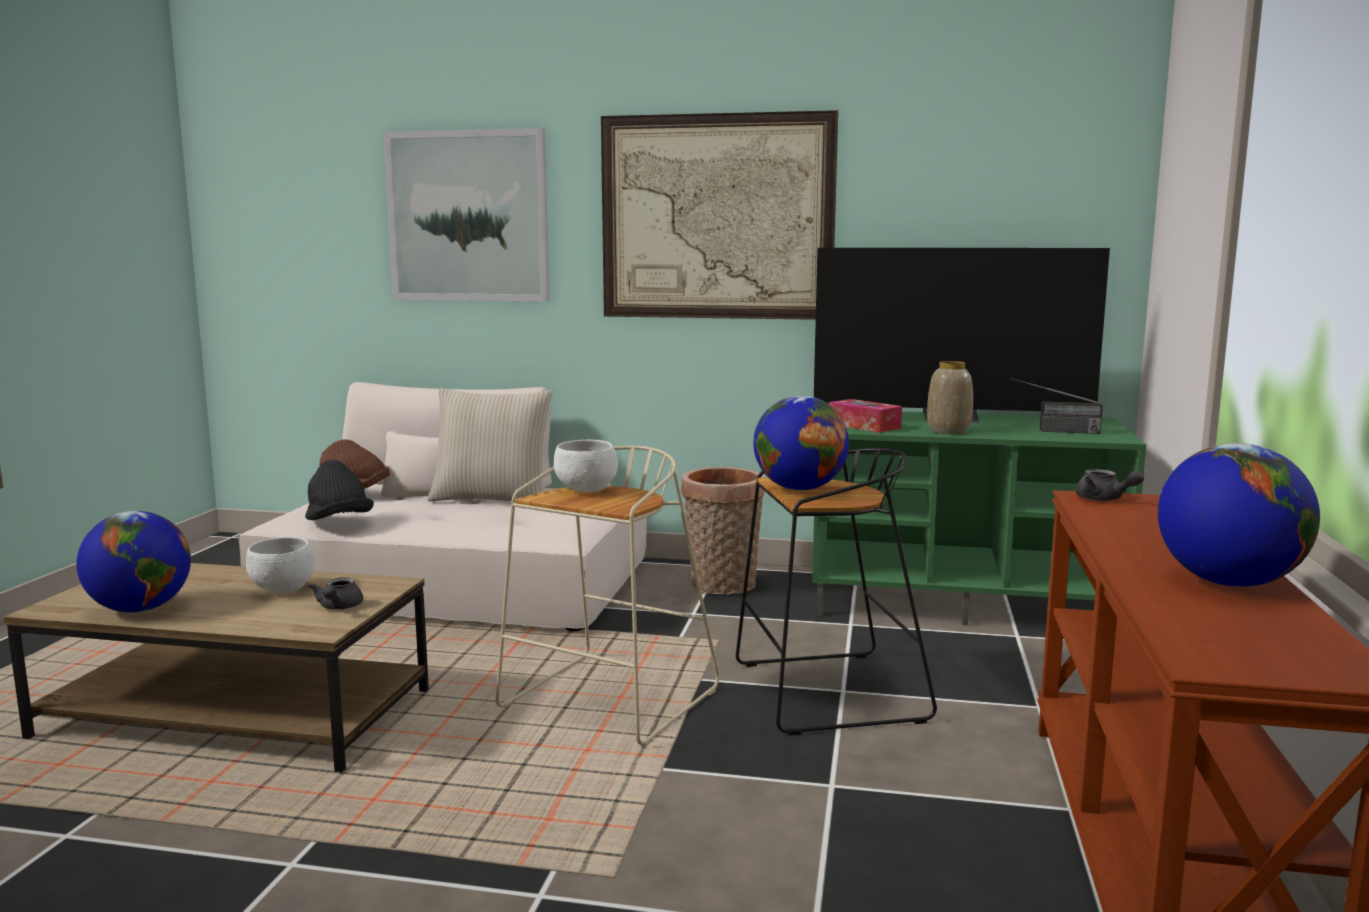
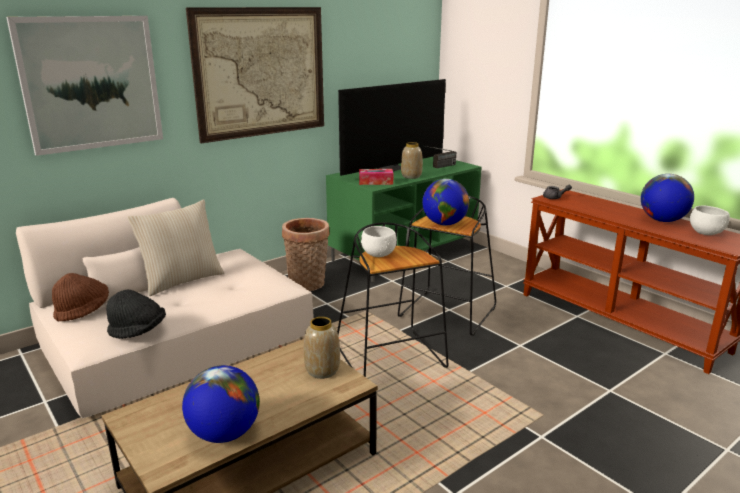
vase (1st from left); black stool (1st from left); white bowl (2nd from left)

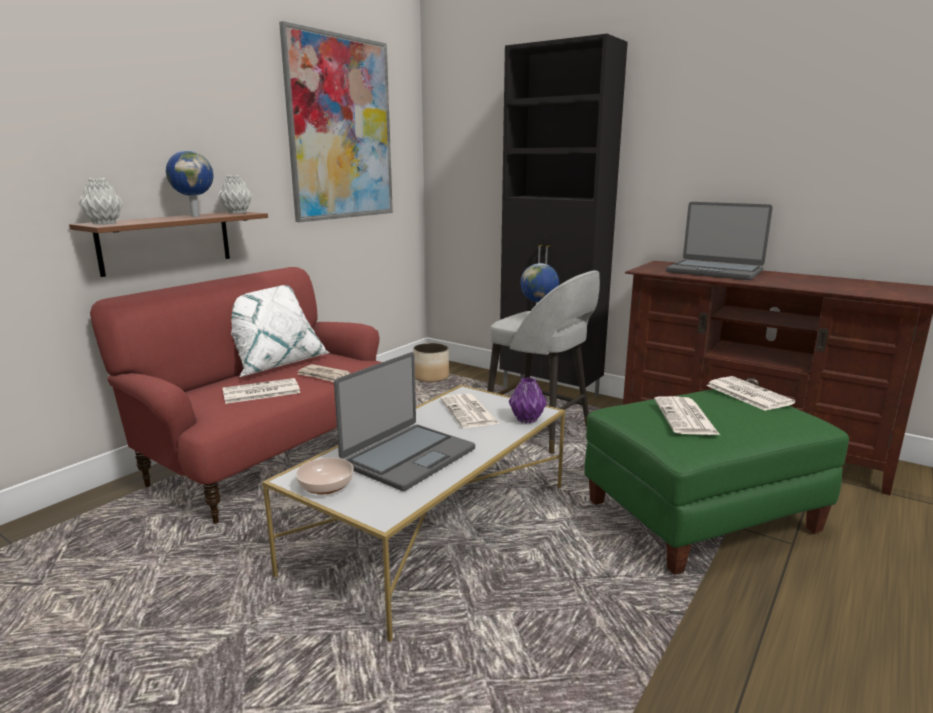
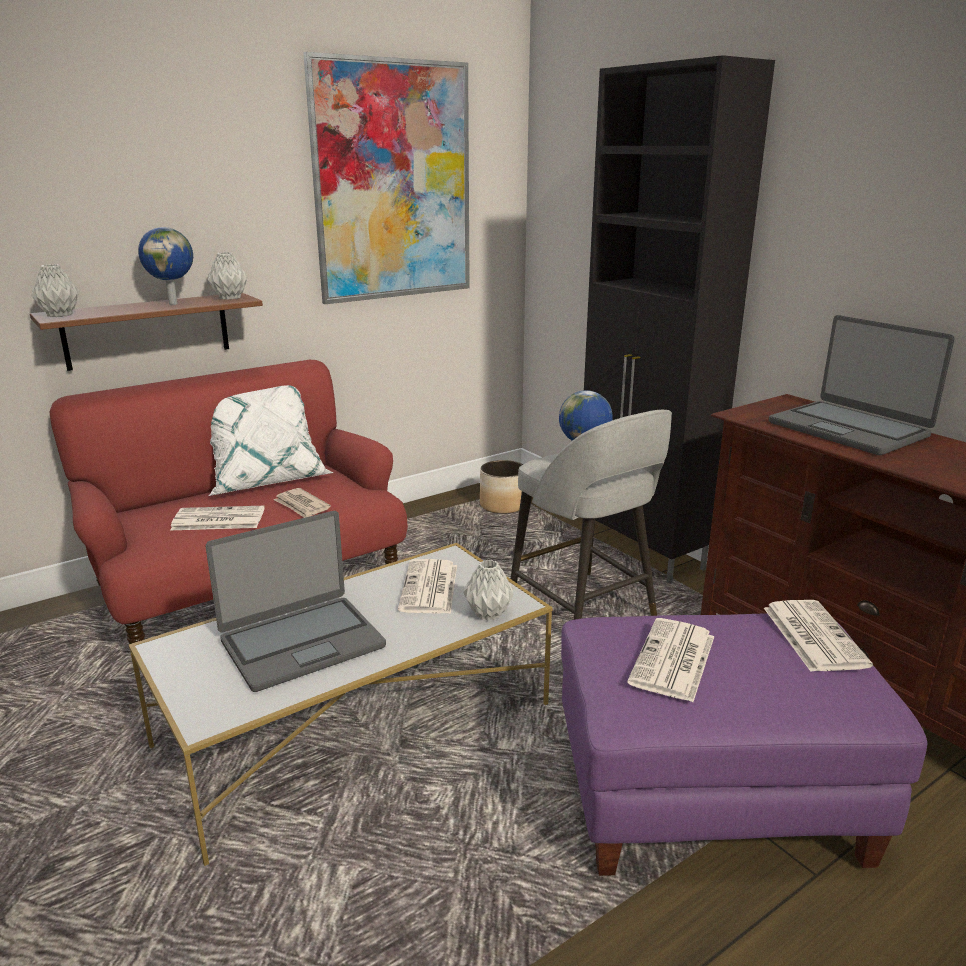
grey vase (3rd from left); purple ottoman; bowl

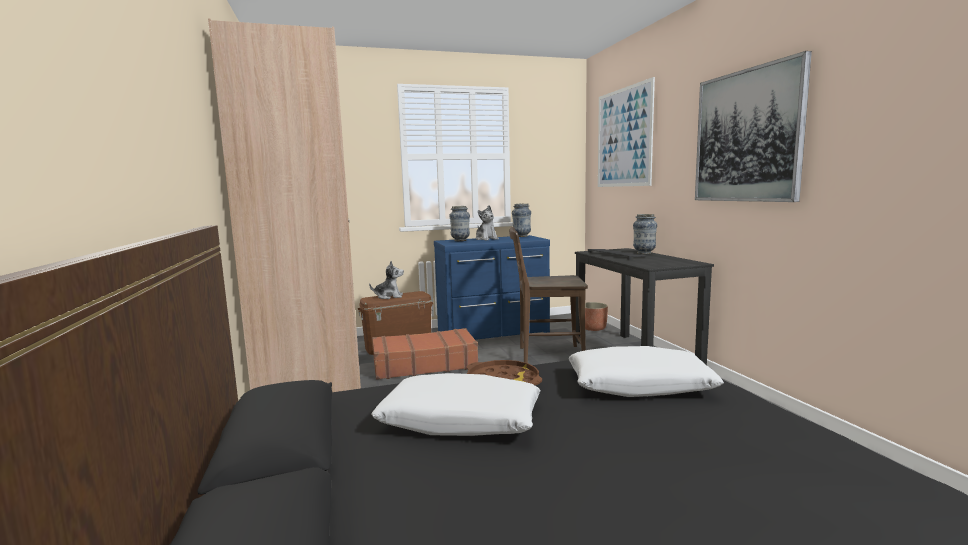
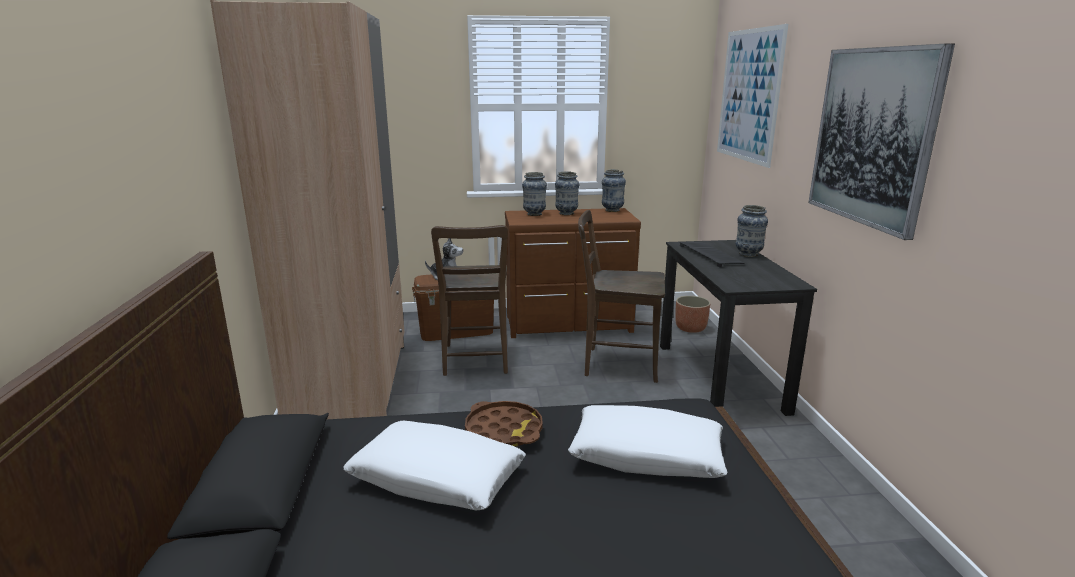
brown chair (1st from left); brown dresser; vase (2nd from left)

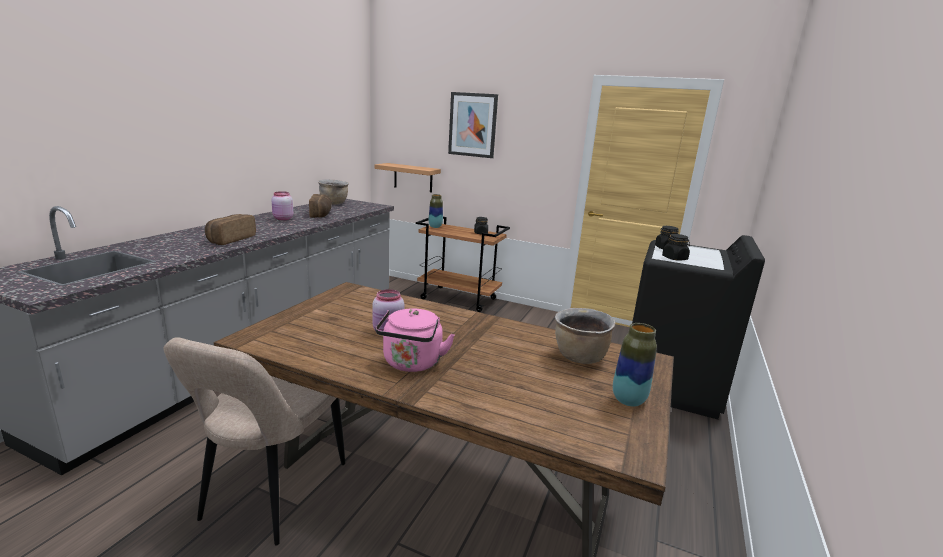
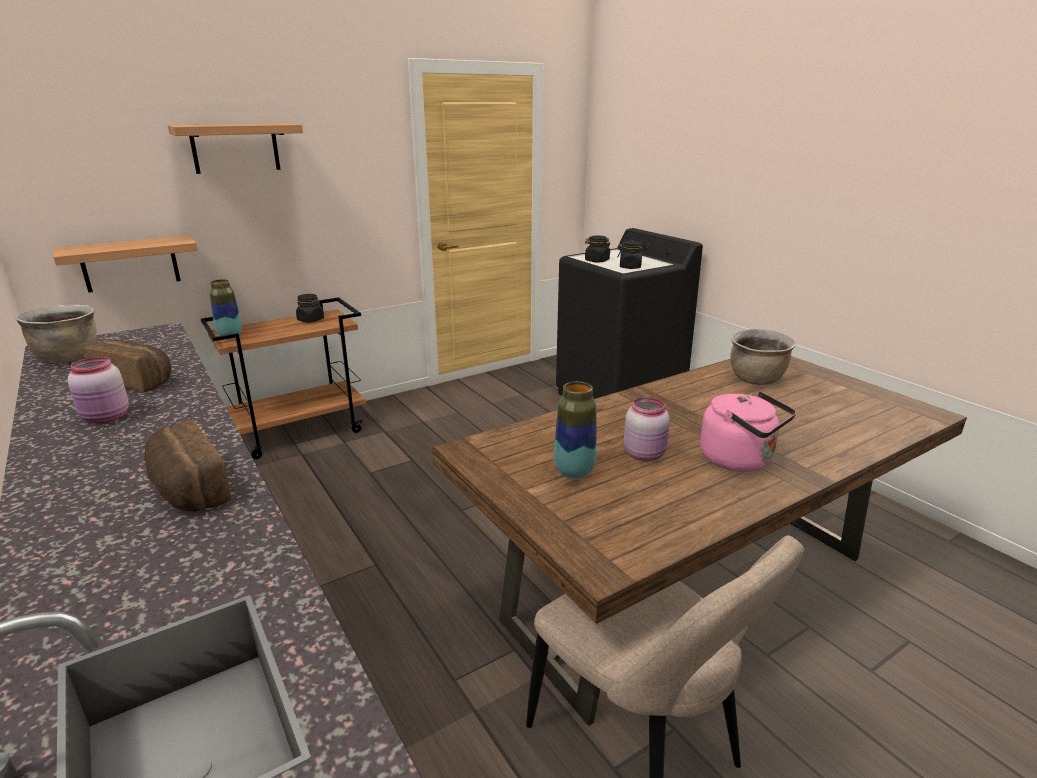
shelf (2nd from left); vase (2nd from left)

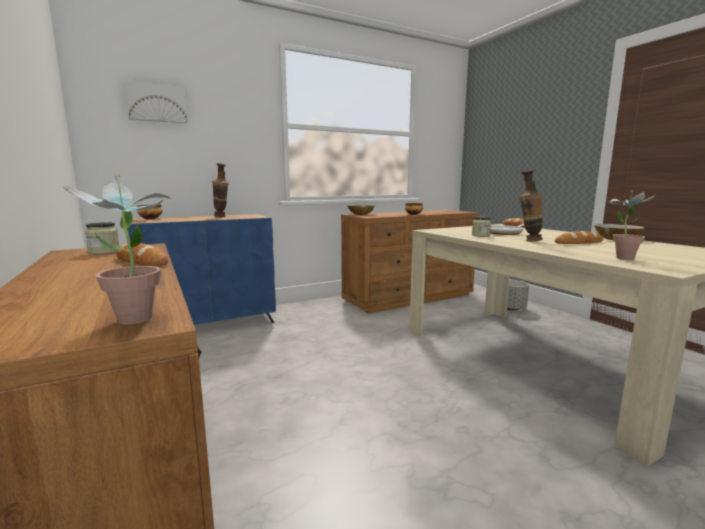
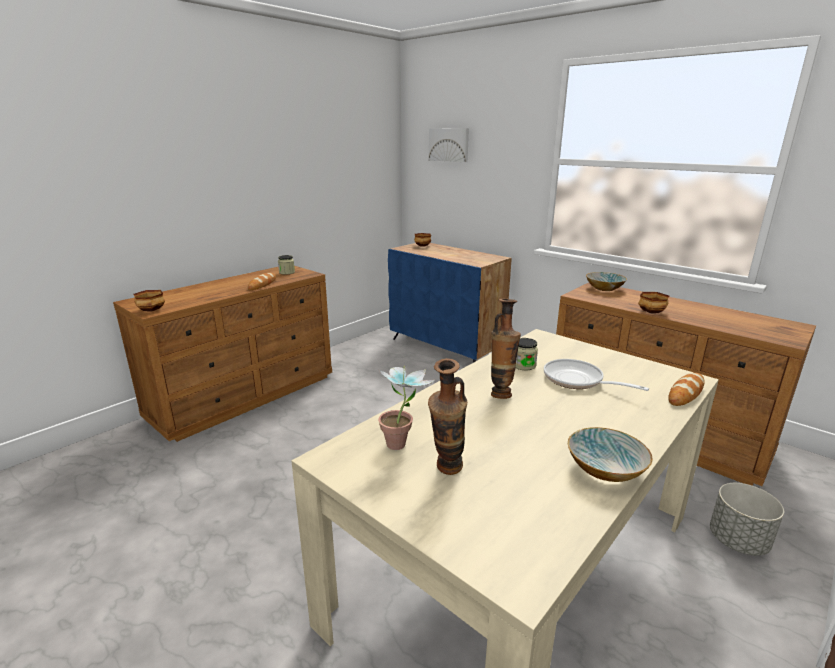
bowl (1st from left); vase (1st from left); bread (3rd from left in the first image)

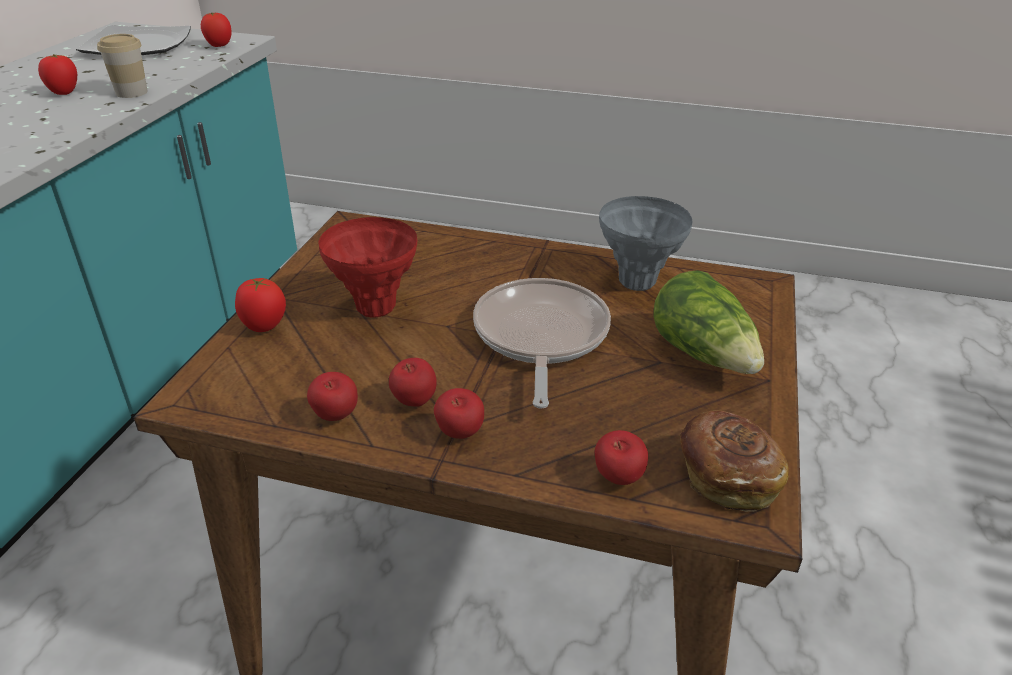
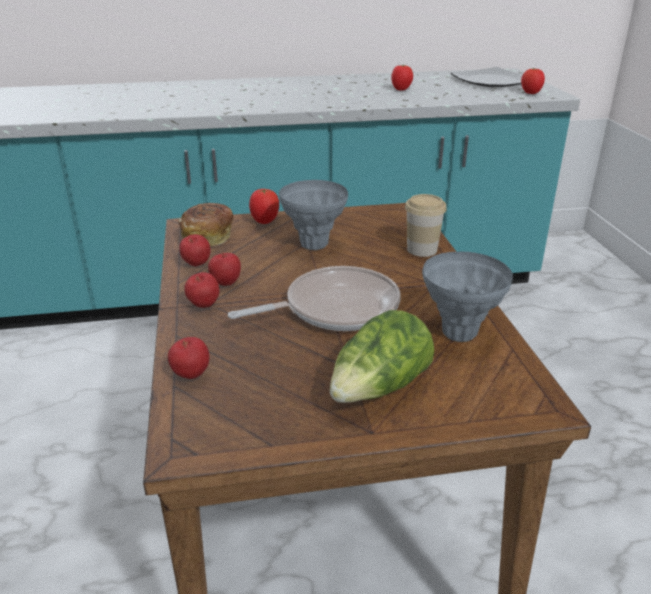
bread; grey vase (1st from left); cup

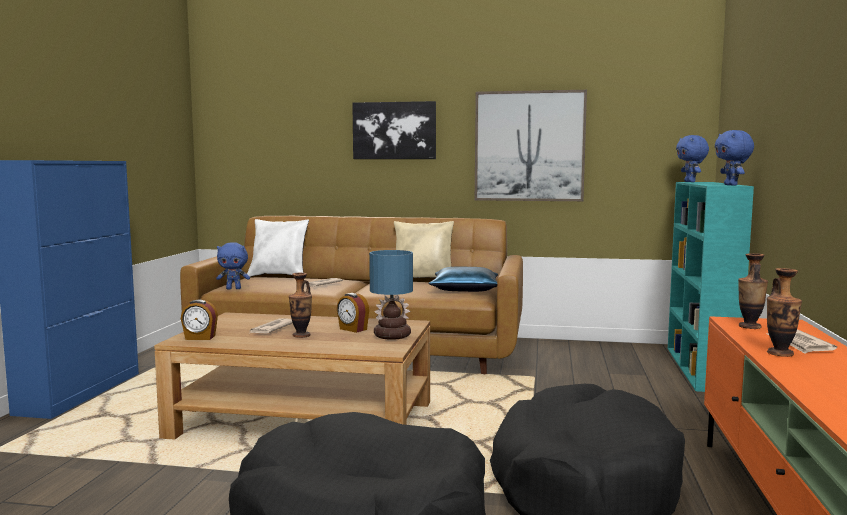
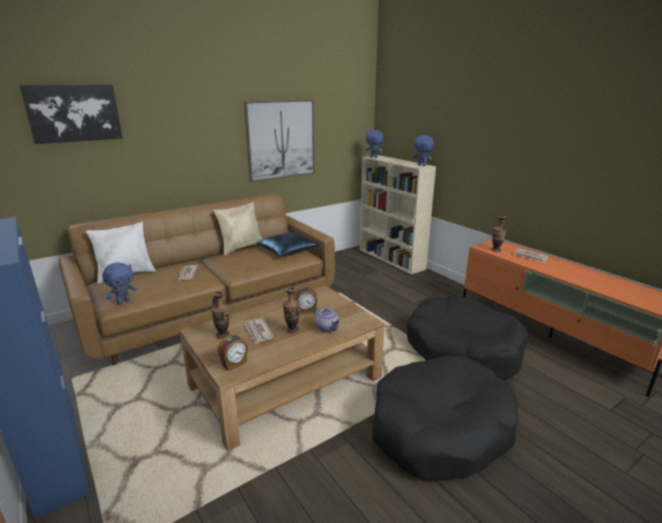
picture (1st from left); vase (1st from left); teapot; beige bookcase; table lamp

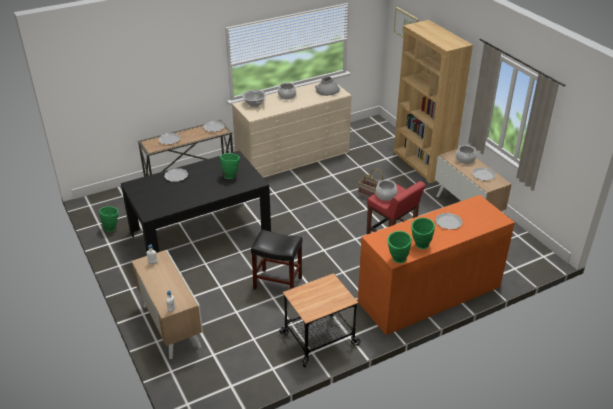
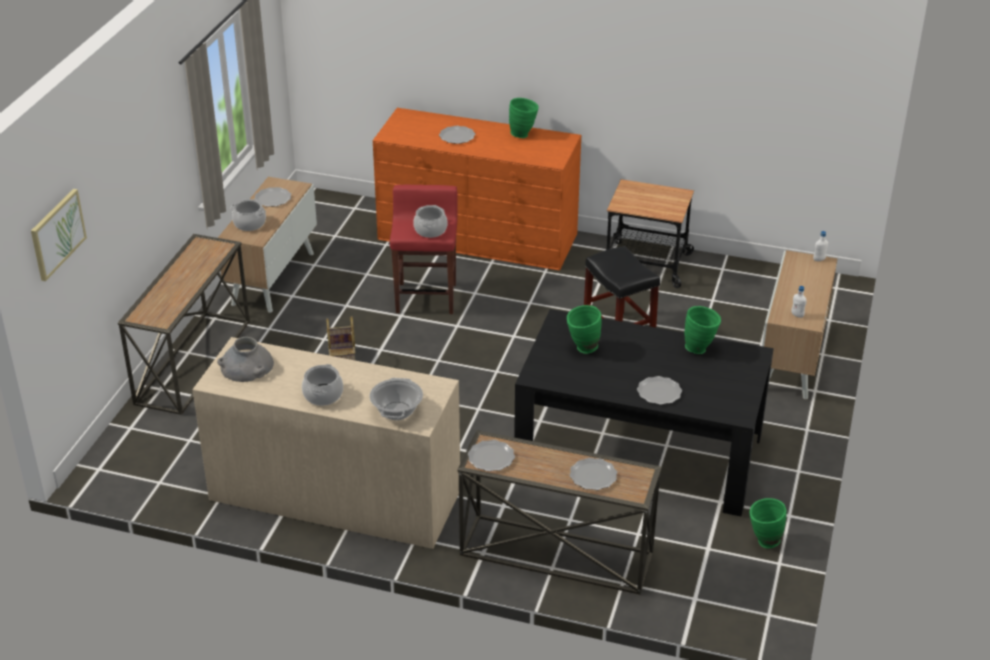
console table (1st from left); green vase (3rd from left)

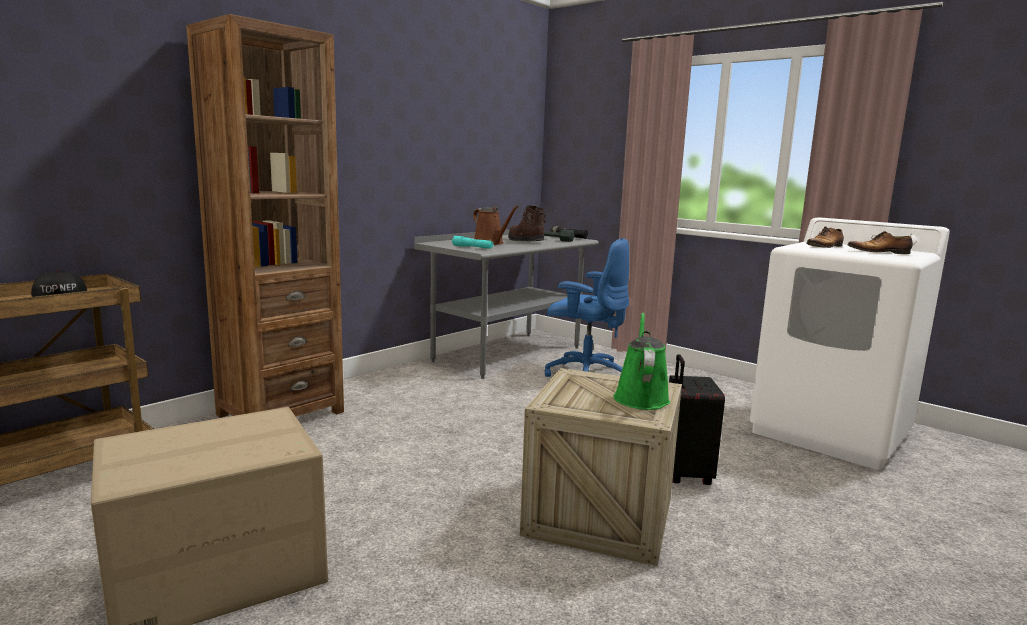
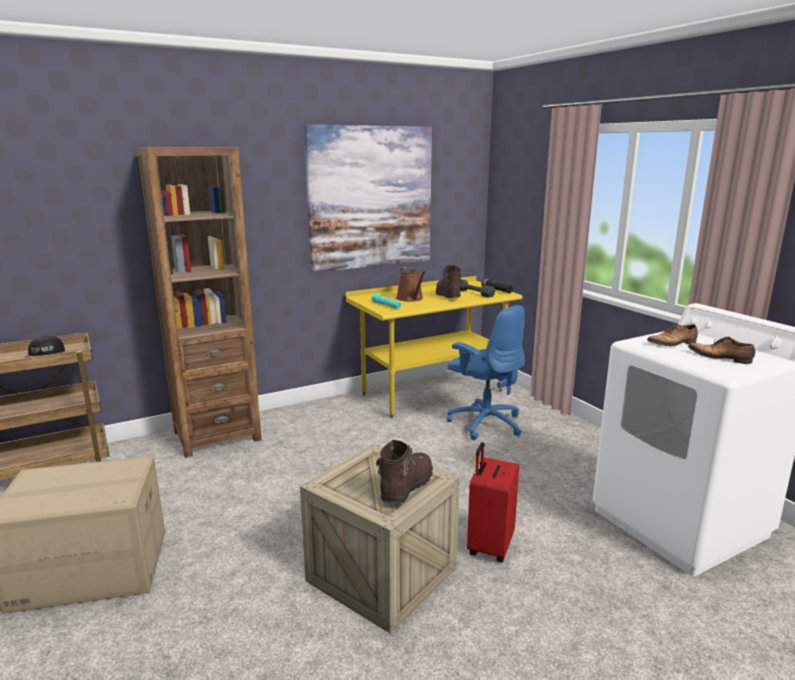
picture; yellow desk; brown boot (1st from left); red suitcase

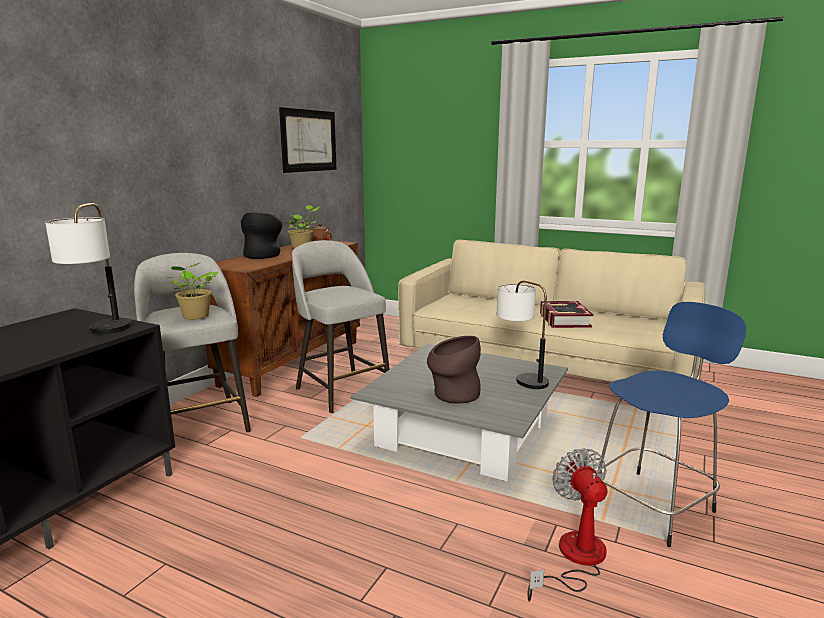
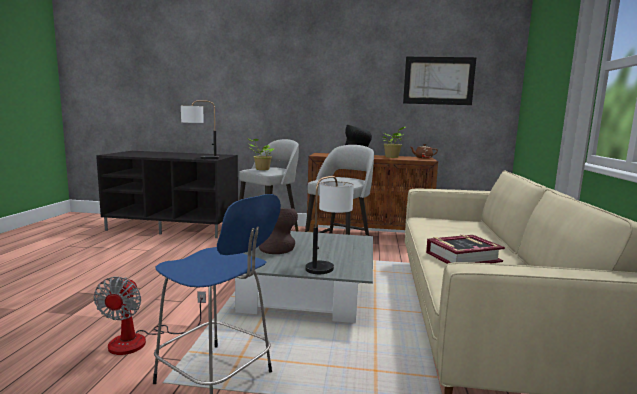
fan

